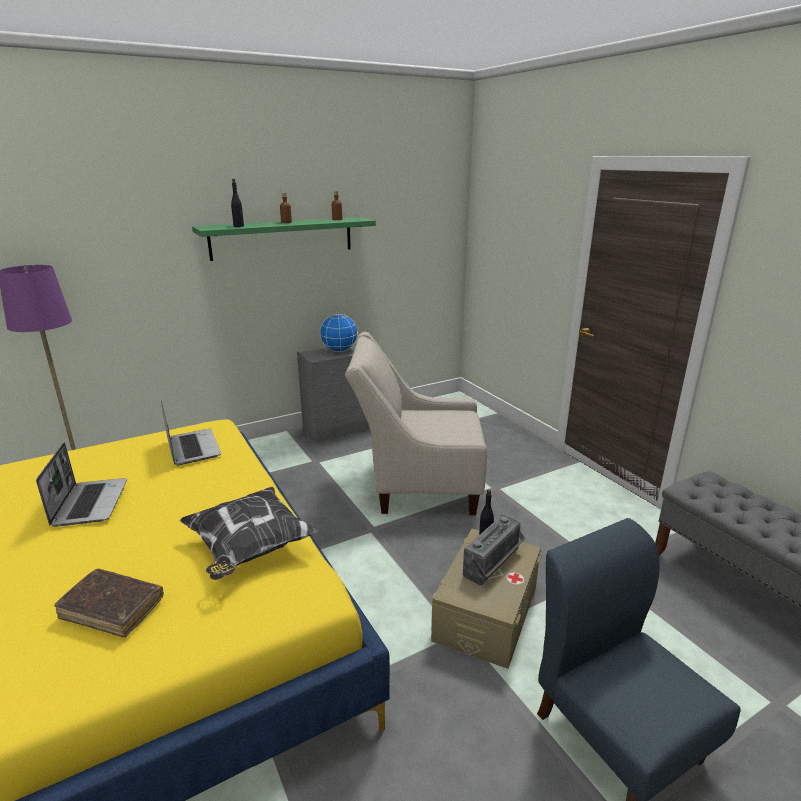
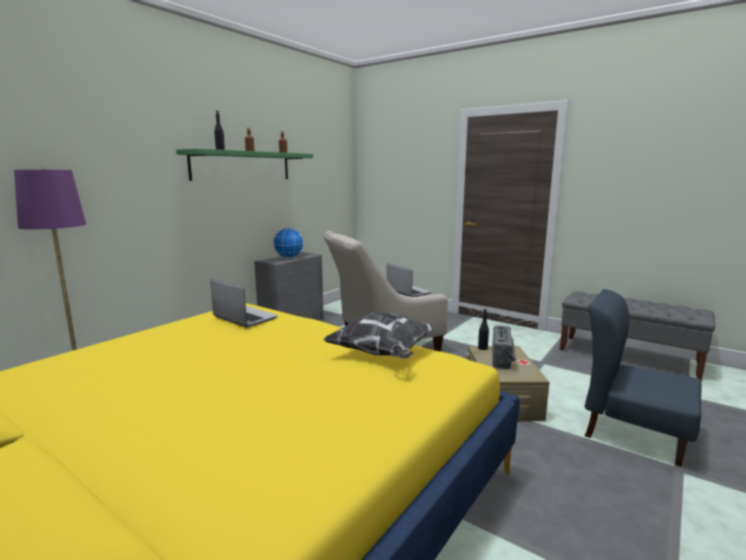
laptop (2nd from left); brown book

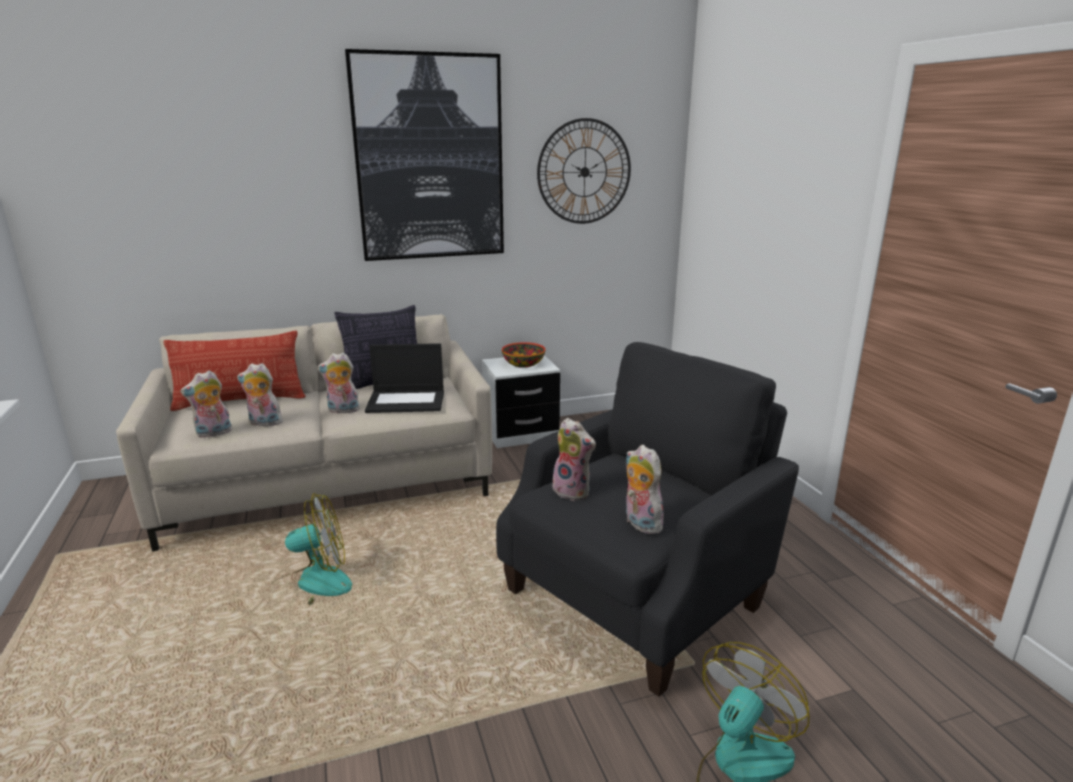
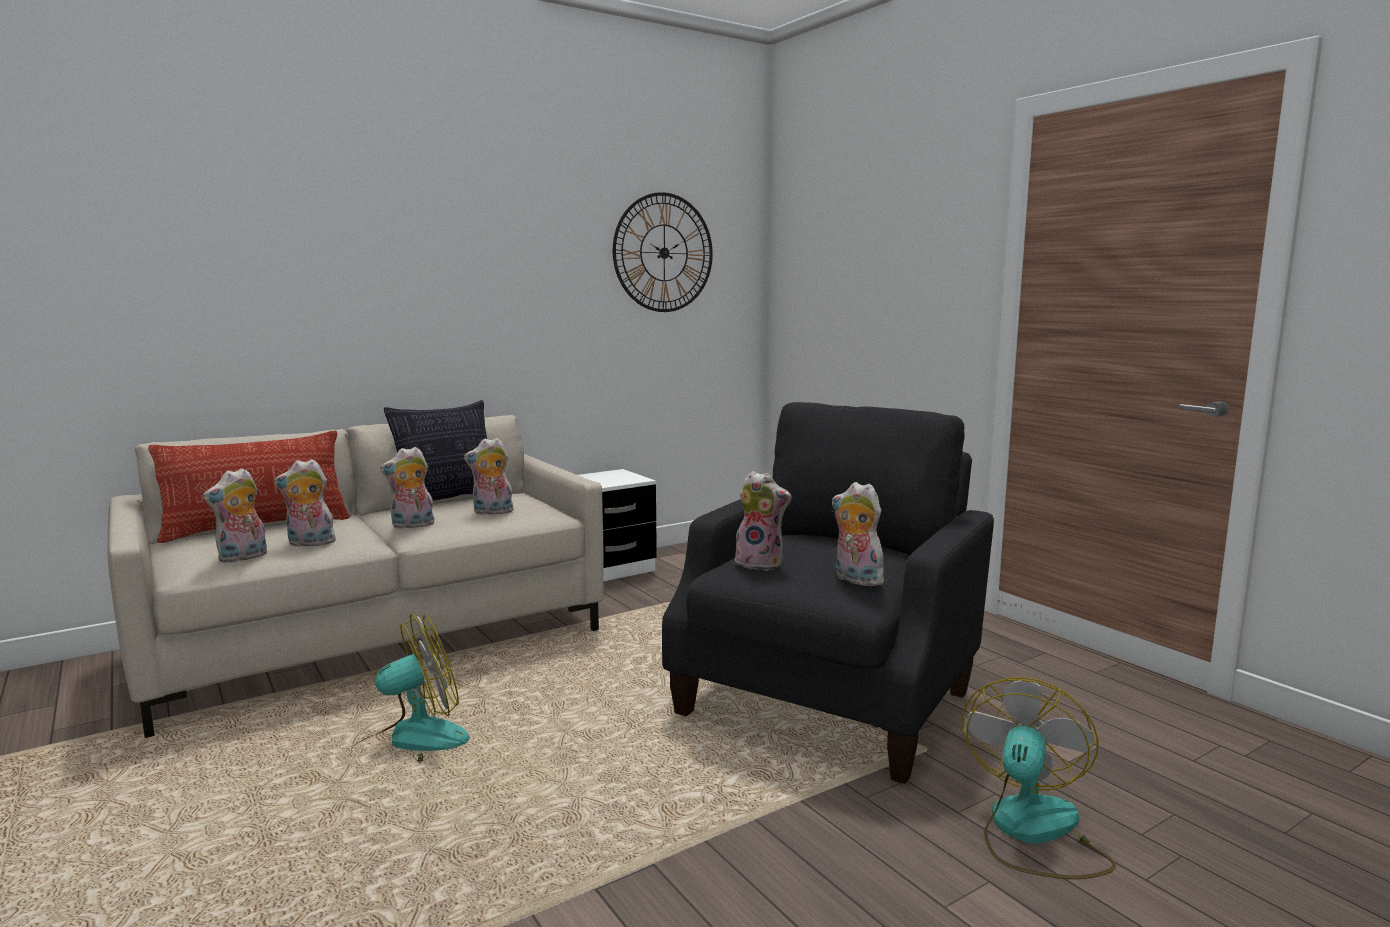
plush toy (4th from left); picture; bowl

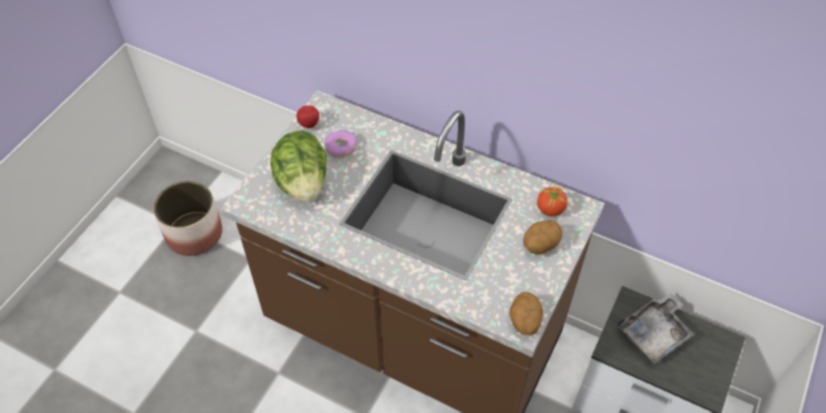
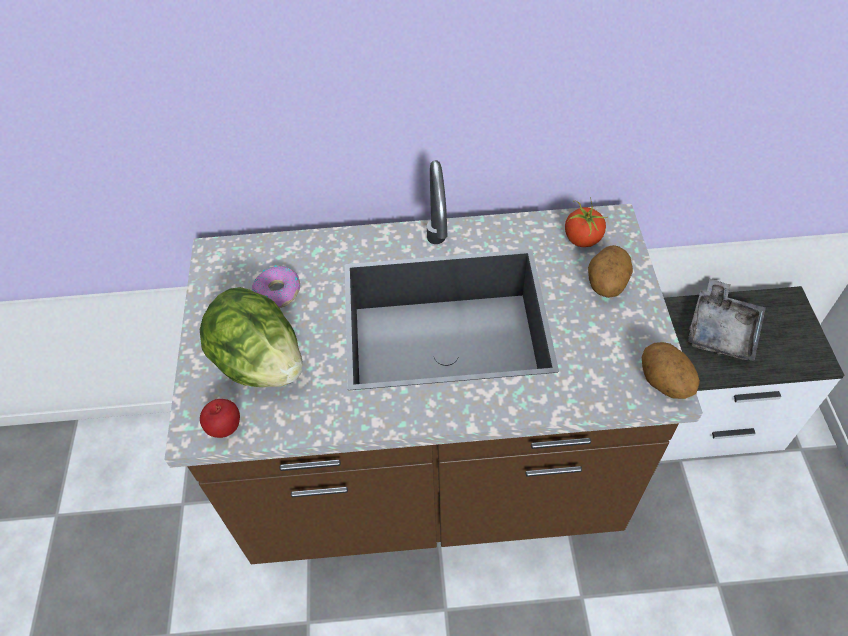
apple; planter

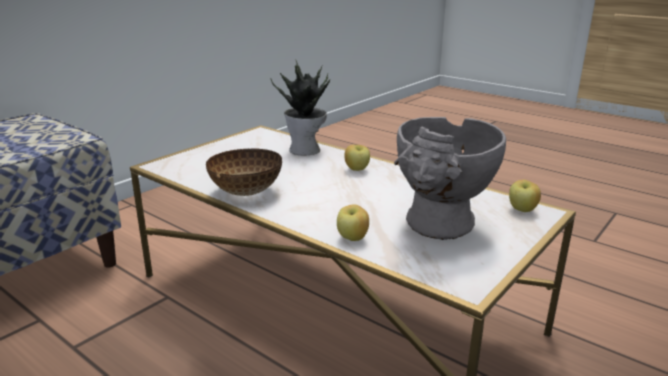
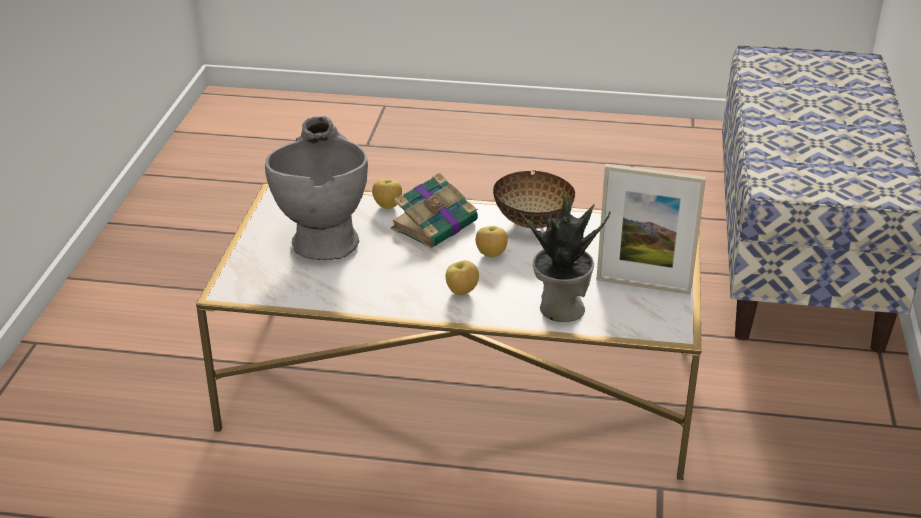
book; apple (3rd from left); picture frame

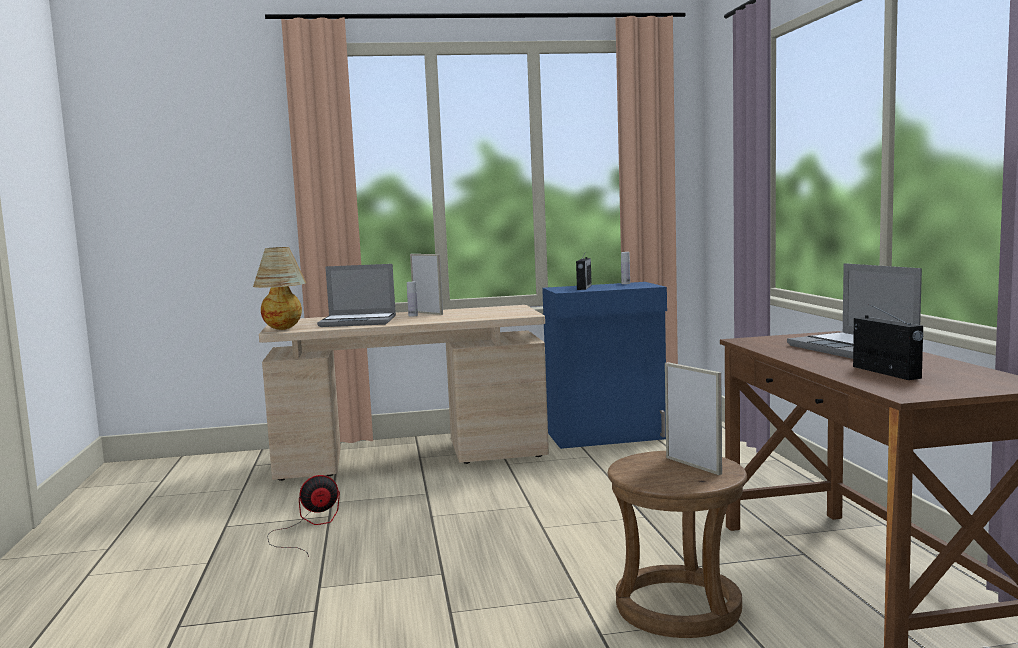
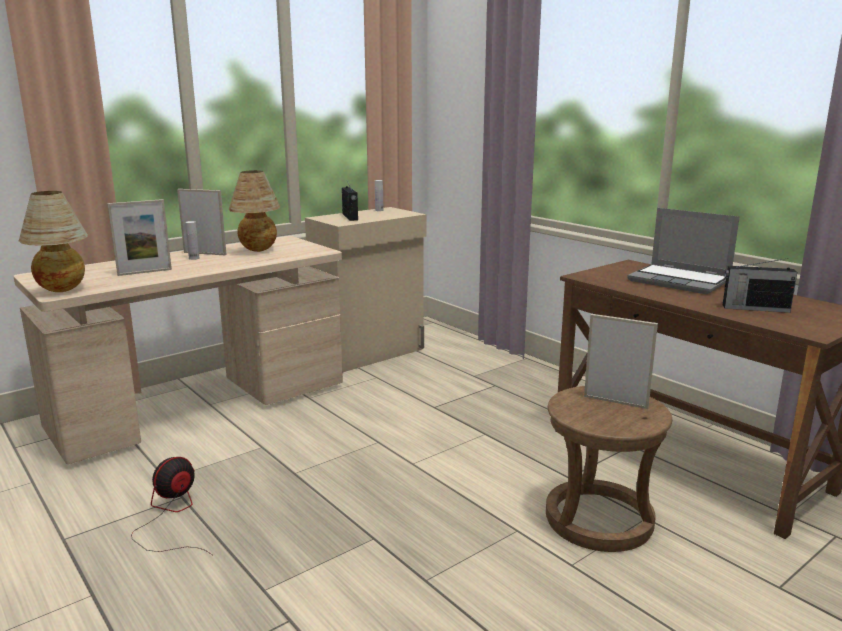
picture frame (1st from left); table lamp (2nd from left); beige cabinet; radio (2nd from left)

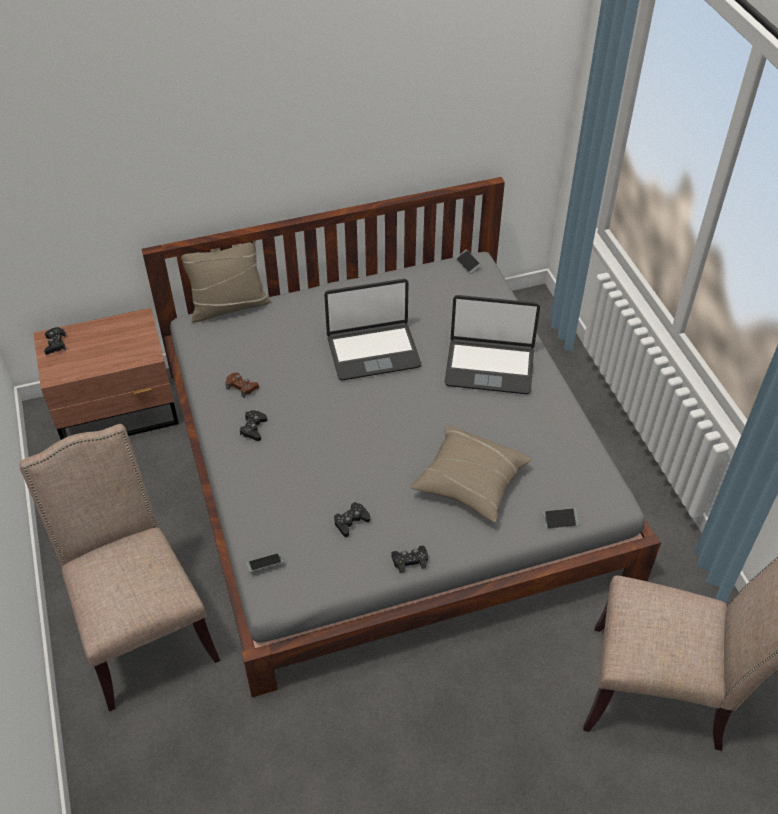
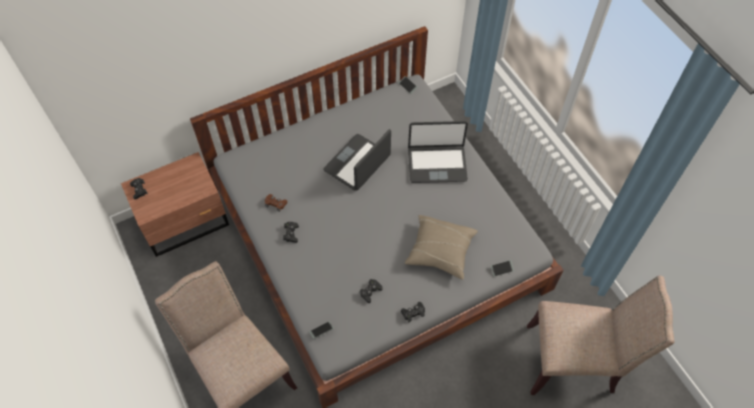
laptop (1st from left); beige pillow (1st from left in the first image)

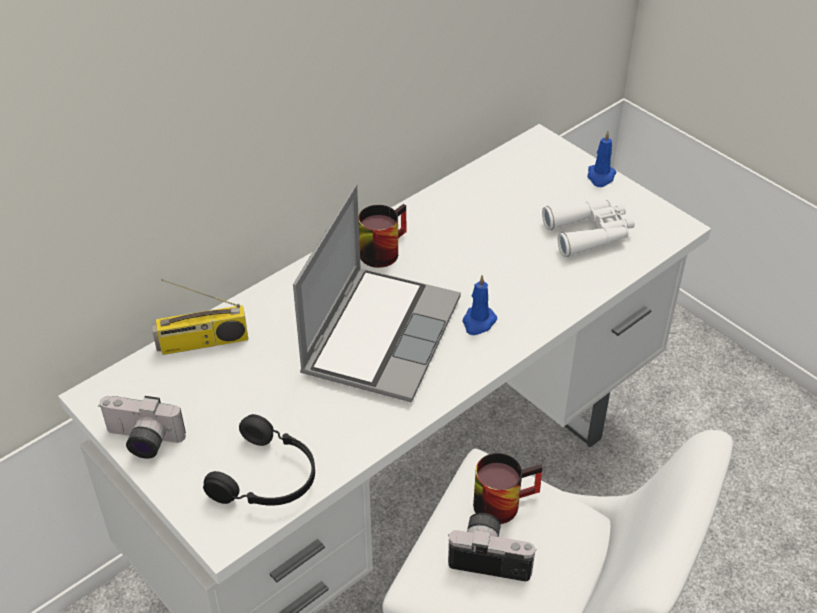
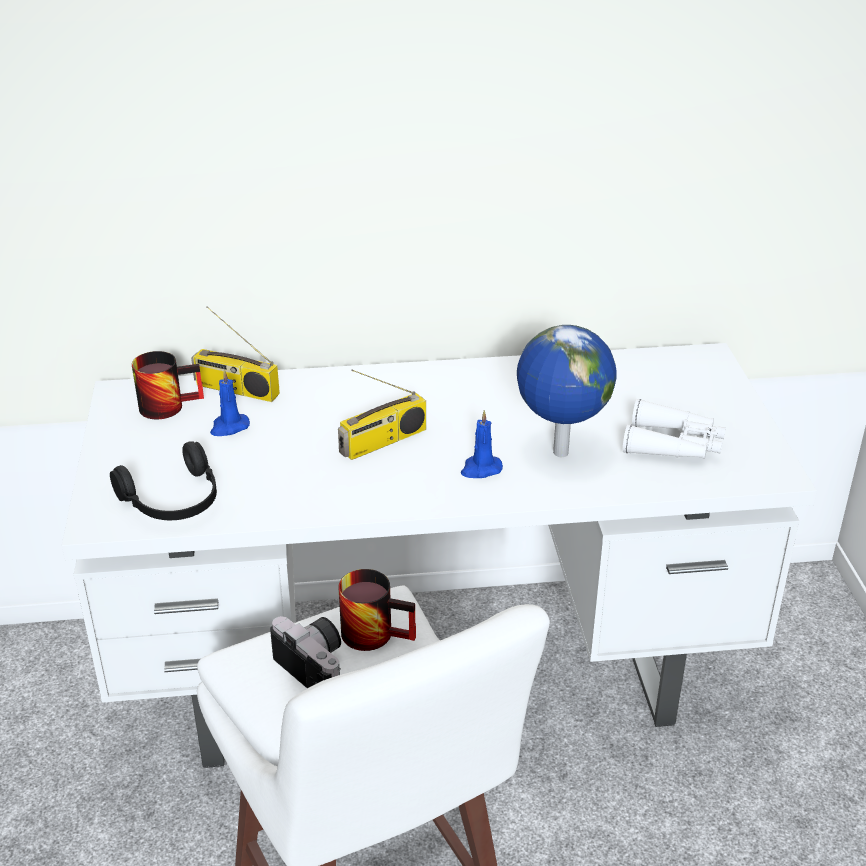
mug (1st from left); blue candle (1st from left); radio (2nd from left); globe; photo camera (1st from left in the first image)

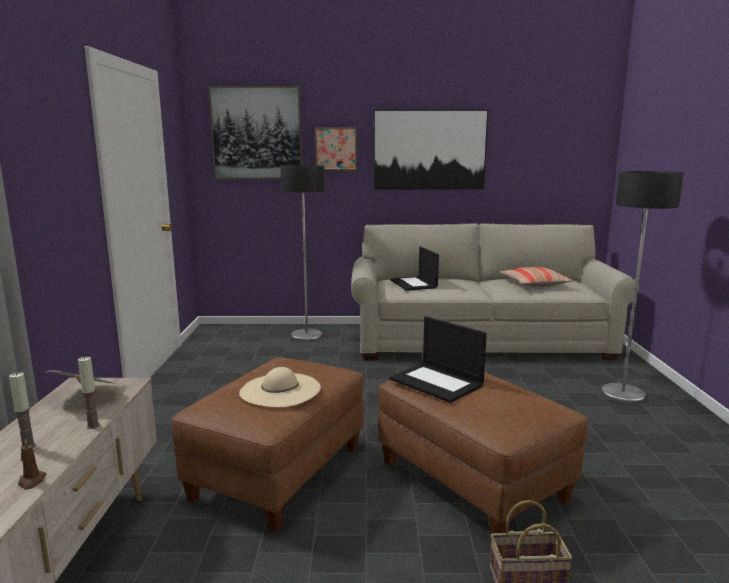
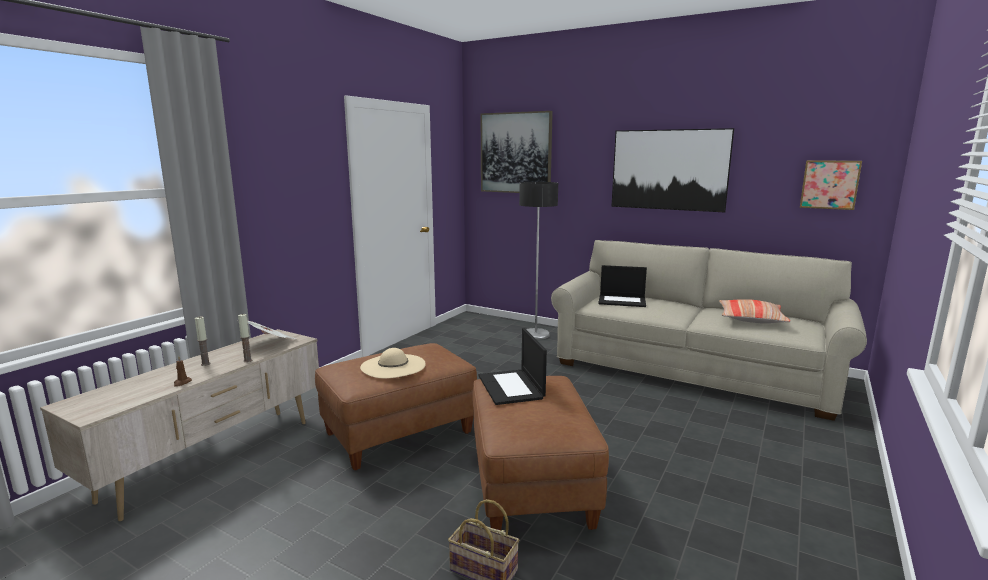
laptop (2nd from left); picture (3rd from left); floor lamp (2nd from left in the first image)

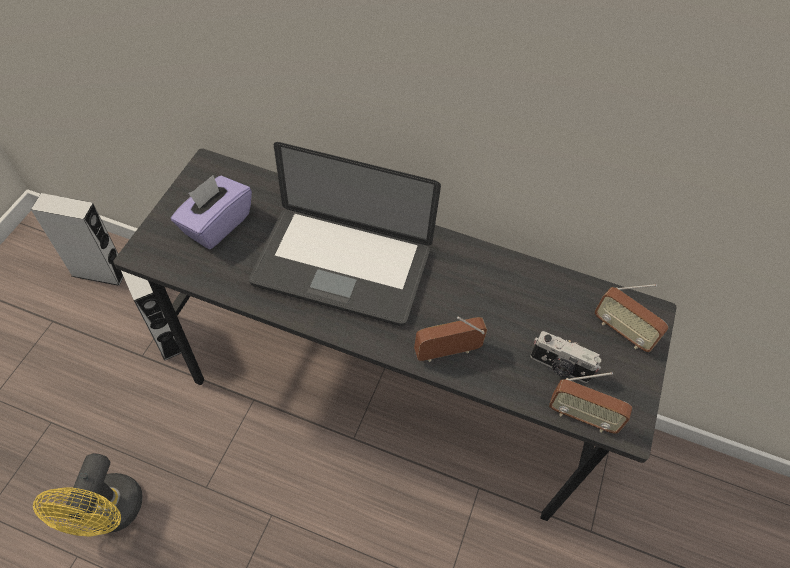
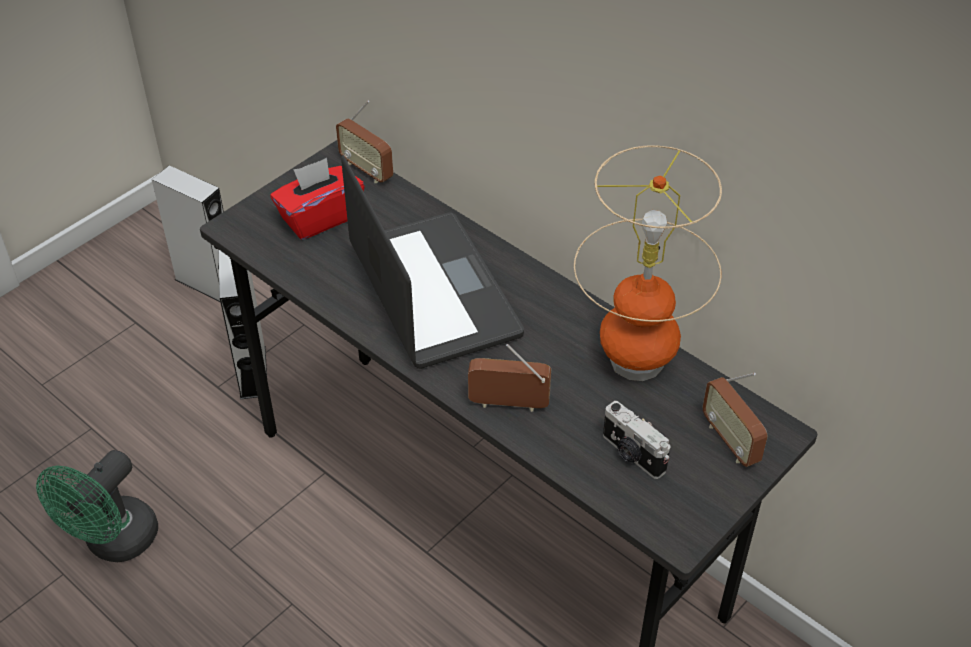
green fan; red tissue box; radio (1st from left); laptop; table lamp

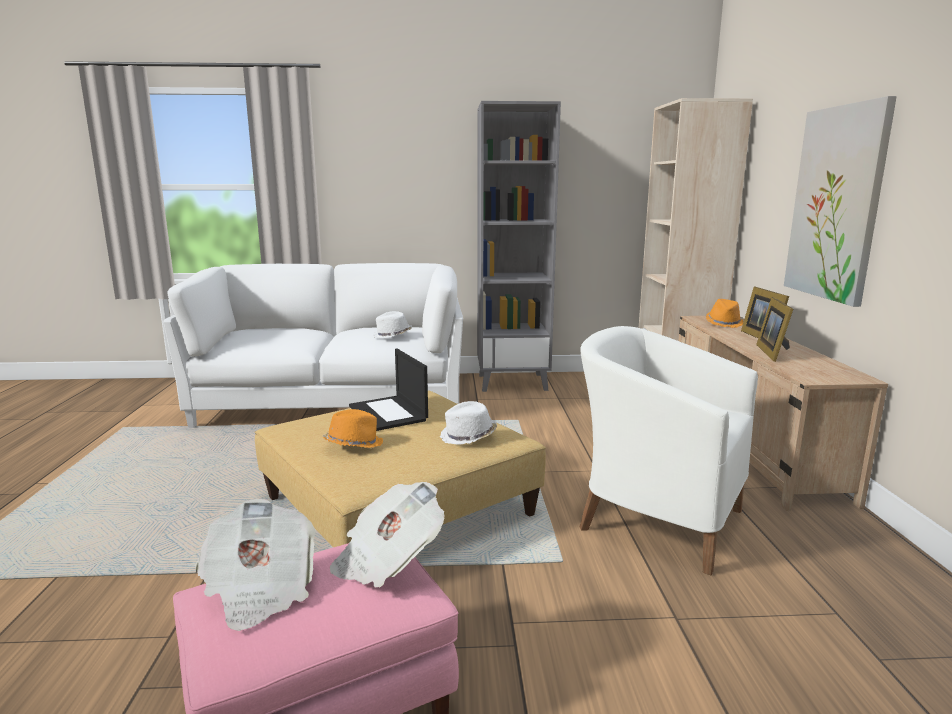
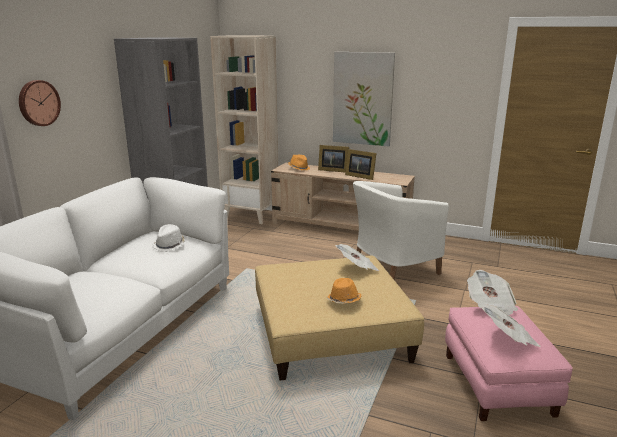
wall clock; newspaper (1st from left); laptop

